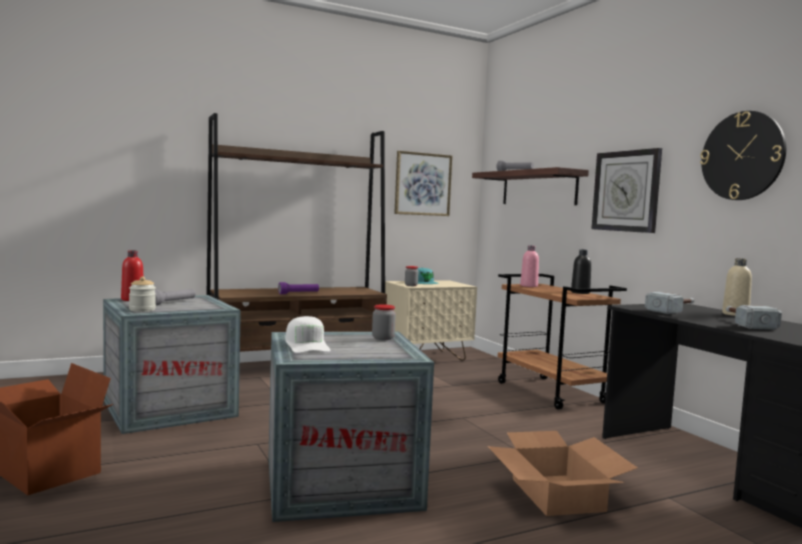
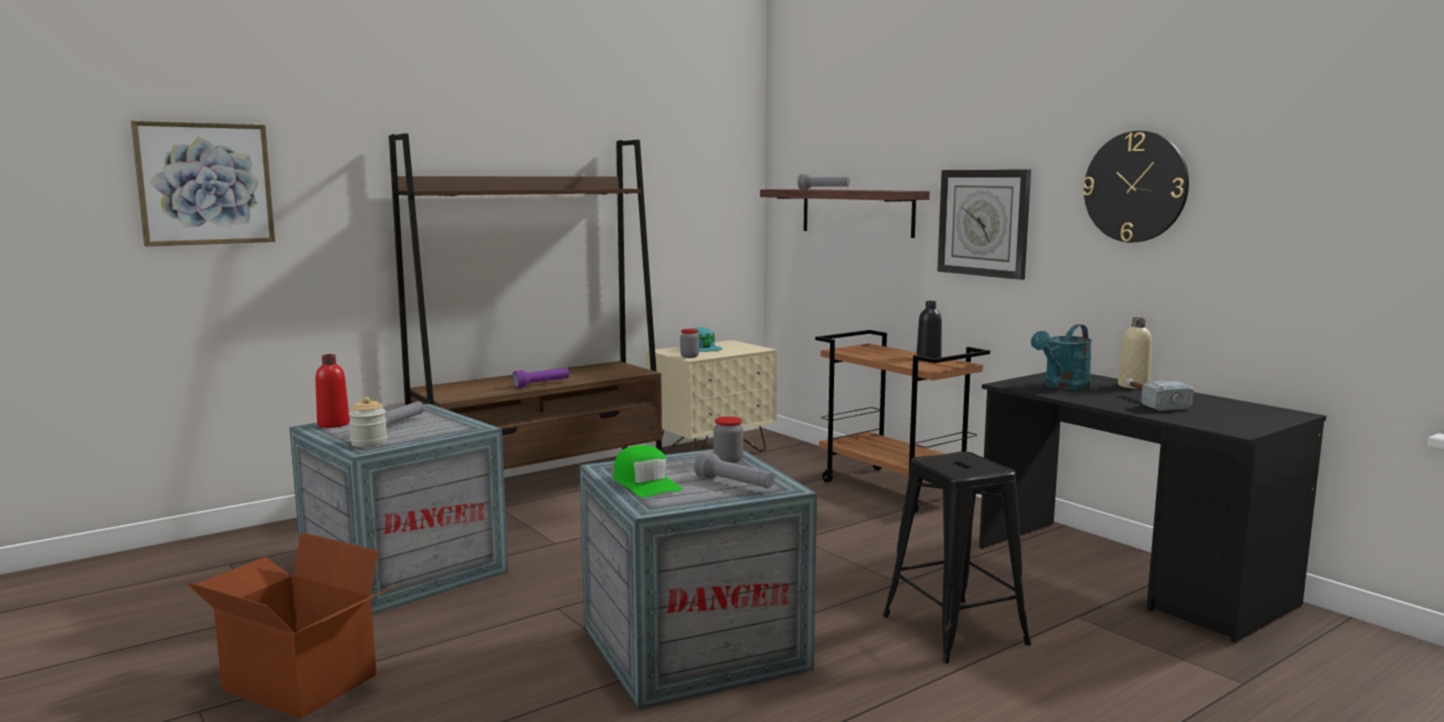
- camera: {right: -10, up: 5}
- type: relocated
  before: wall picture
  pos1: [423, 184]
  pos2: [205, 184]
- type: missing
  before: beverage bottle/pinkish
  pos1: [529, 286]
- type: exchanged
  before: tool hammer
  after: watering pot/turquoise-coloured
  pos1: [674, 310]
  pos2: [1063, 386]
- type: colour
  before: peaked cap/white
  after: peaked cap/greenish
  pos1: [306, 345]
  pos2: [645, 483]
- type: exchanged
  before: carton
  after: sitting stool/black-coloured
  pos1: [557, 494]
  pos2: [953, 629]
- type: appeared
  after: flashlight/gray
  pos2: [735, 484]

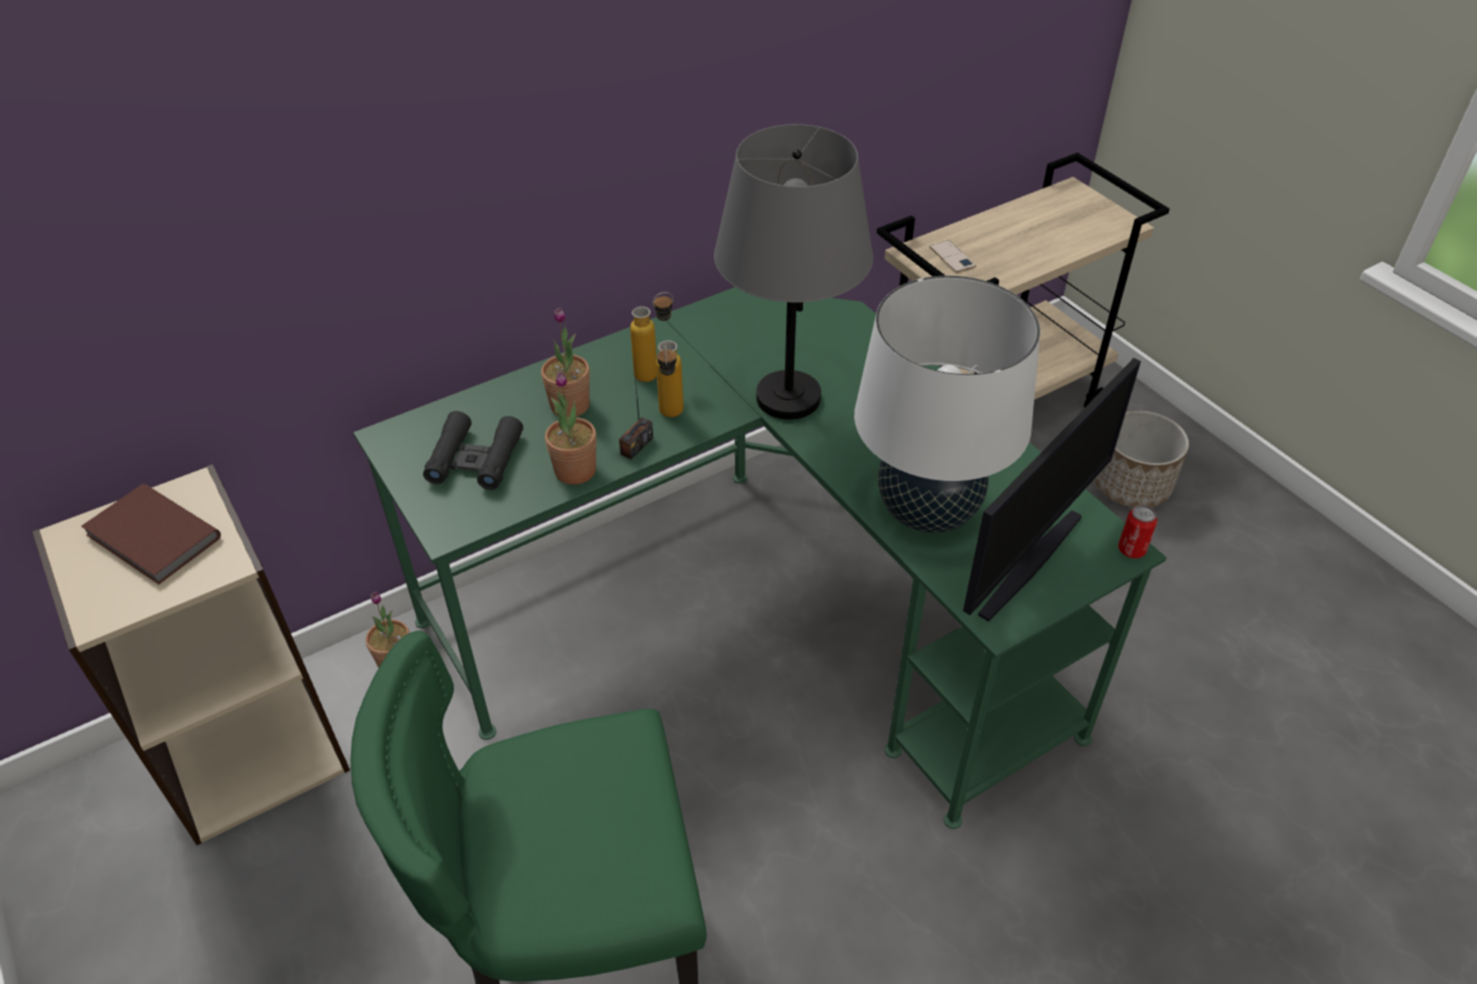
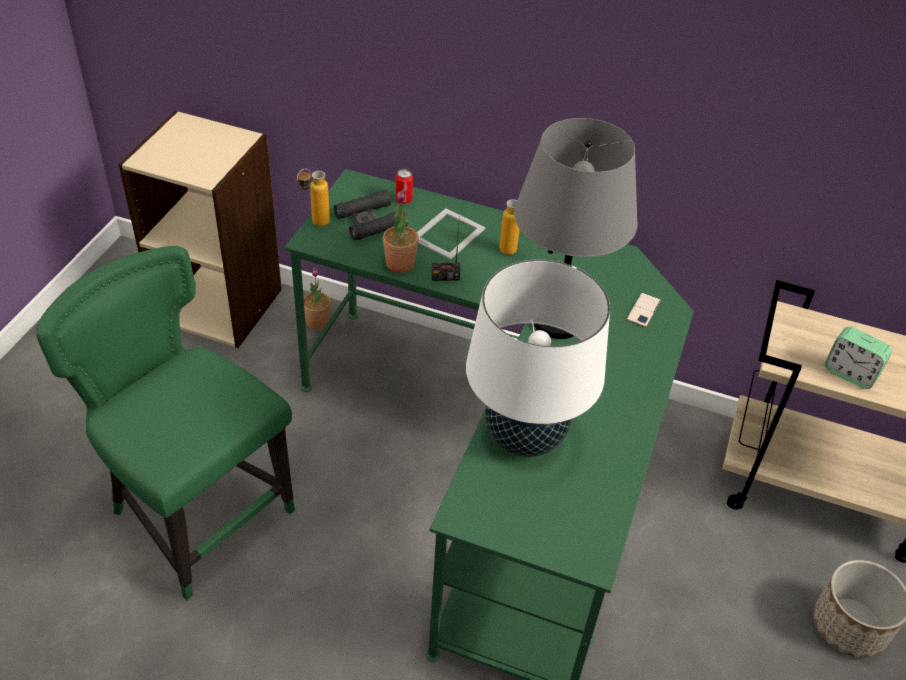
- camera: {right: 50, up: 0}
- type: relocated
  before: phone
  pos1: [952, 257]
  pos2: [643, 310]
- type: exchanged
  before: potted plant
  after: picture frame
  pos1: [570, 405]
  pos2: [449, 233]
- type: relocated
  before: beverage bottle
  pos1: [671, 417]
  pos2: [314, 224]
- type: missing
  before: monitor
  pos1: [1026, 561]
- type: missing
  before: book/brownish
  pos1: [152, 538]
- type: relocated
  before: can
  pos1: [1131, 550]
  pos2: [404, 200]
- type: appeared
  after: bedside clock
  pos2: [850, 373]

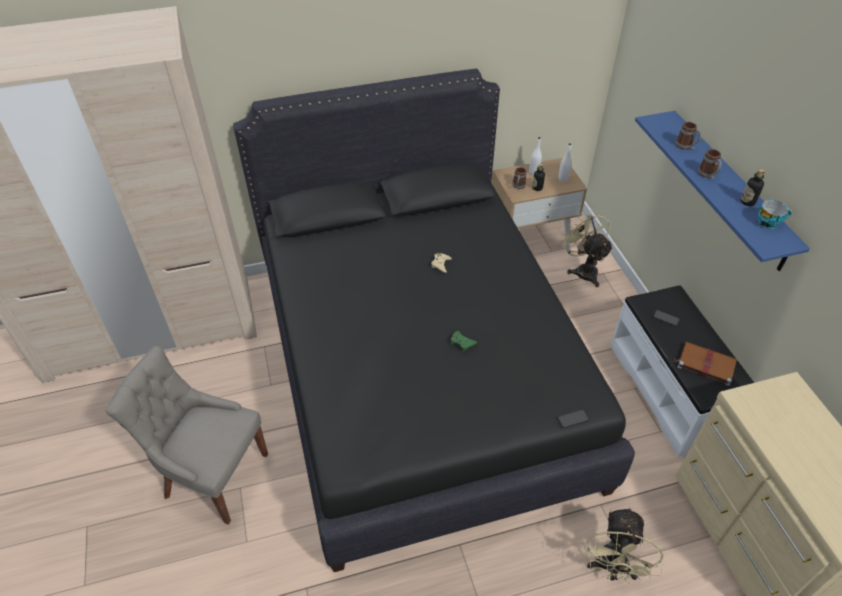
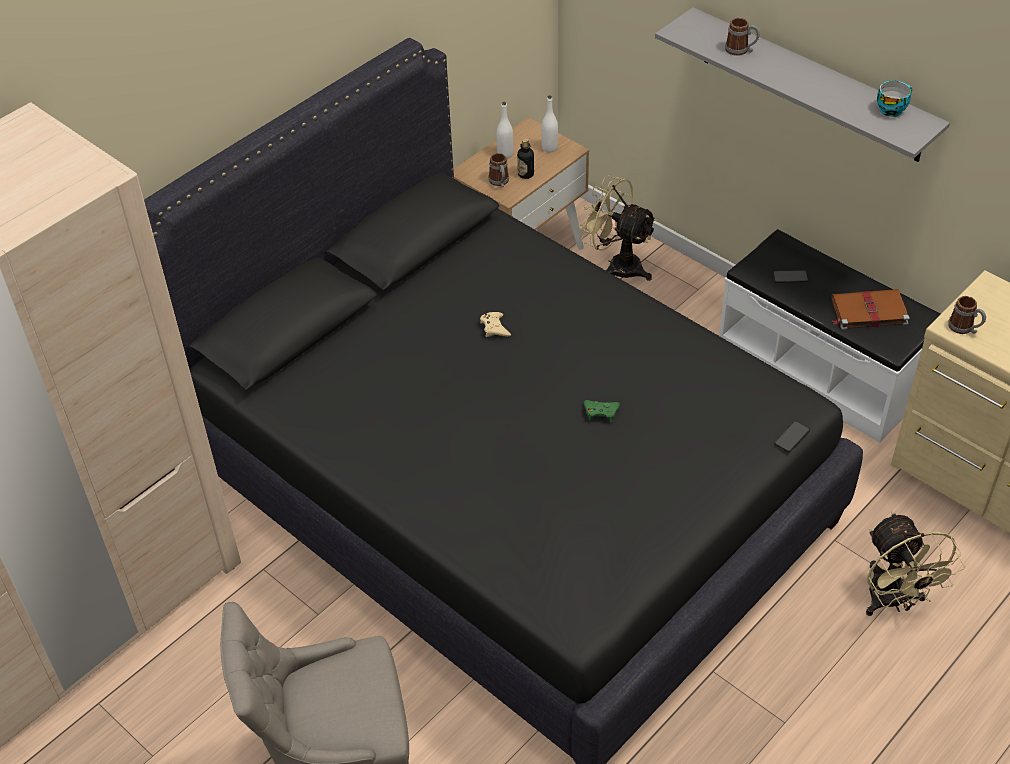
- camera: {right: -30, up: 0}
- type: colour
  before: shelf/blue-coloured
  after: shelf/gray
  pos1: [728, 189]
  pos2: [811, 85]
- type: relocated
  before: coffee mug
  pos1: [708, 175]
  pos2: [964, 328]
- type: missing
  before: beverage bottle
  pos1: [747, 202]

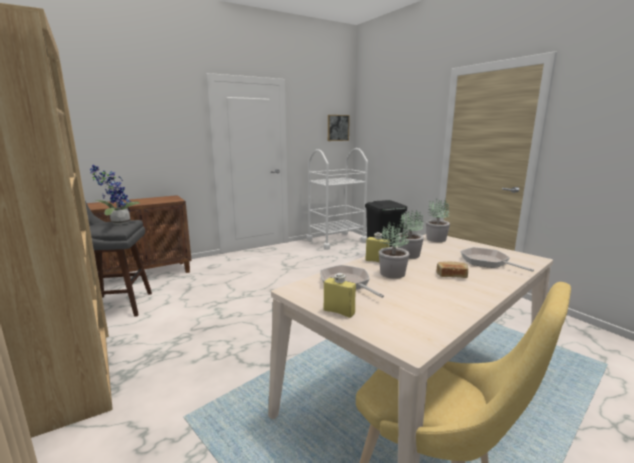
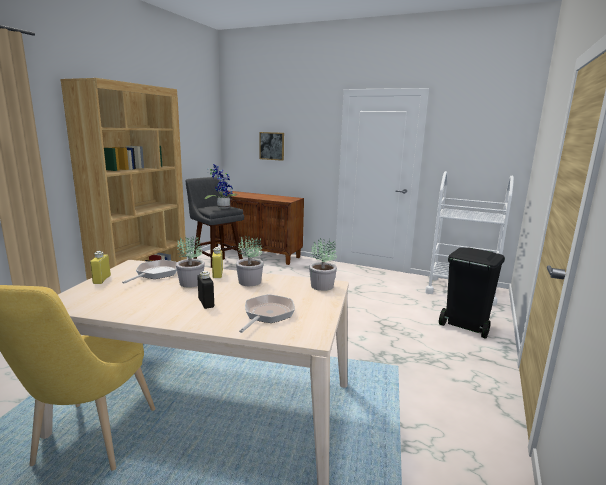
- camera: {right: 55, up: 0}
- type: relocated
  before: wall picture
  pos1: [338, 128]
  pos2: [272, 146]
- type: exchanged
  before: bakery bread
  after: beverage bottle/black-coloured
  pos1: [451, 276]
  pos2: [206, 303]

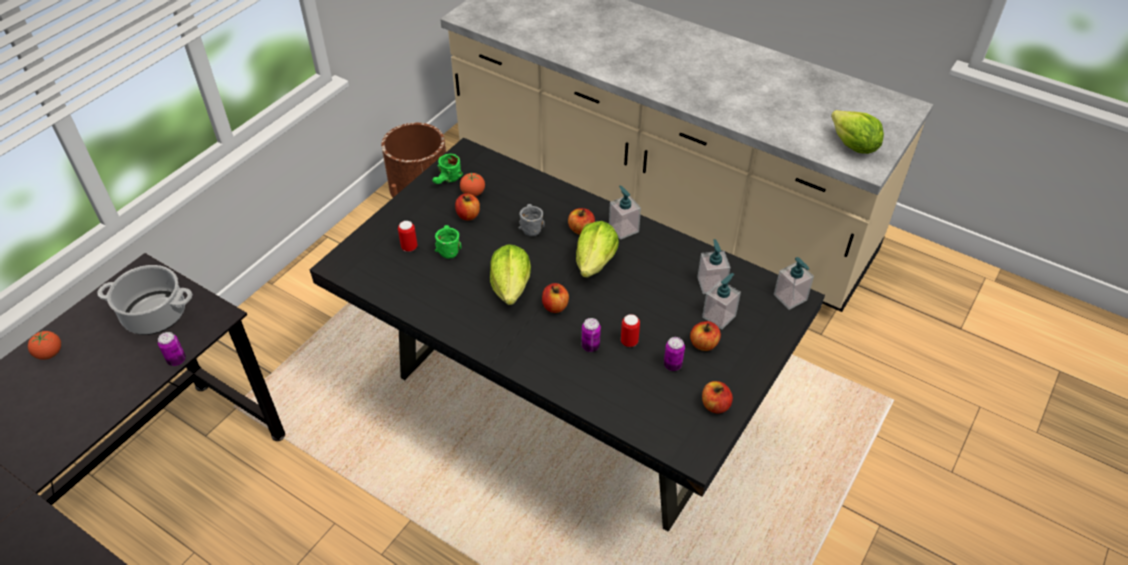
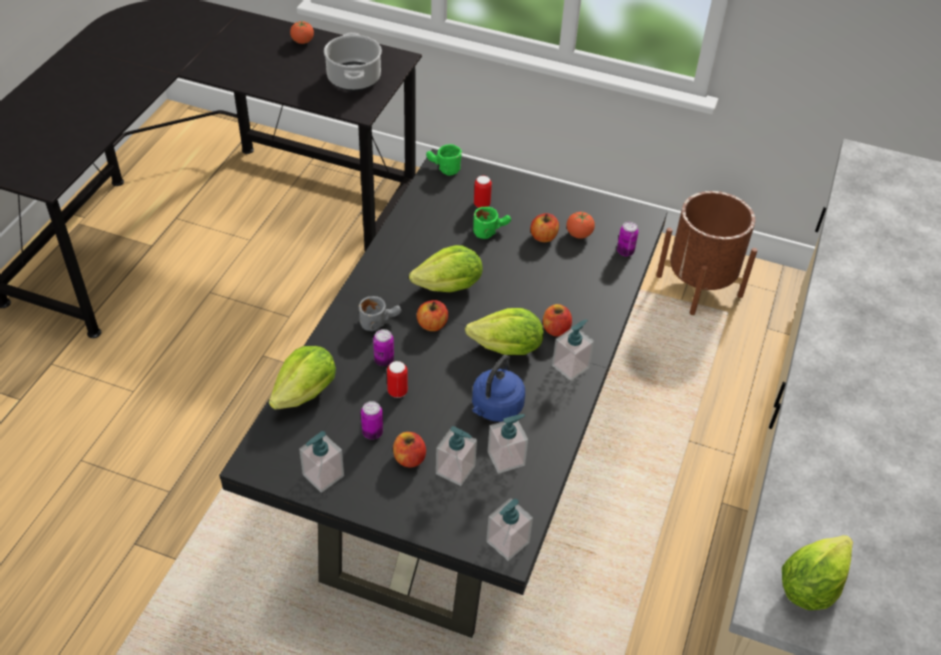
- camera: {right: 75, up: 0}
- type: relocated
  before: coffee mug/greenish
  pos1: [447, 181]
  pos2: [442, 169]
- type: relocated
  before: coffee mug/gray
  pos1: [529, 226]
  pos2: [379, 321]
- type: relocated
  before: can
  pos1: [176, 360]
  pos2: [625, 251]
- type: exchanged
  before: whole apple
  after: liquid soap bottle
  pos1: [715, 405]
  pos2: [323, 475]
- type: appeared
  after: lettuce
  pos2: [306, 393]
- type: appeared
  after: water kettle/blue-coloured
  pos2: [495, 408]

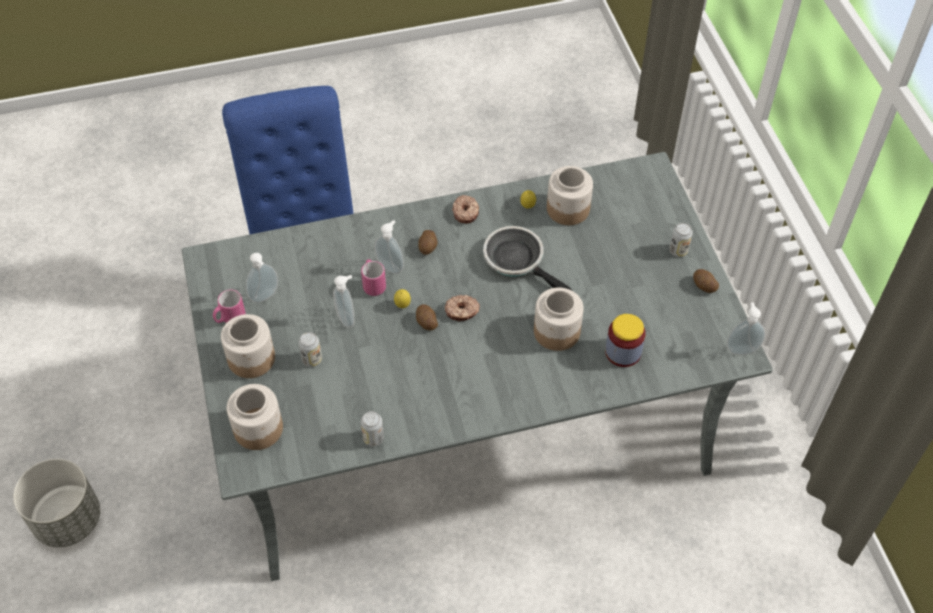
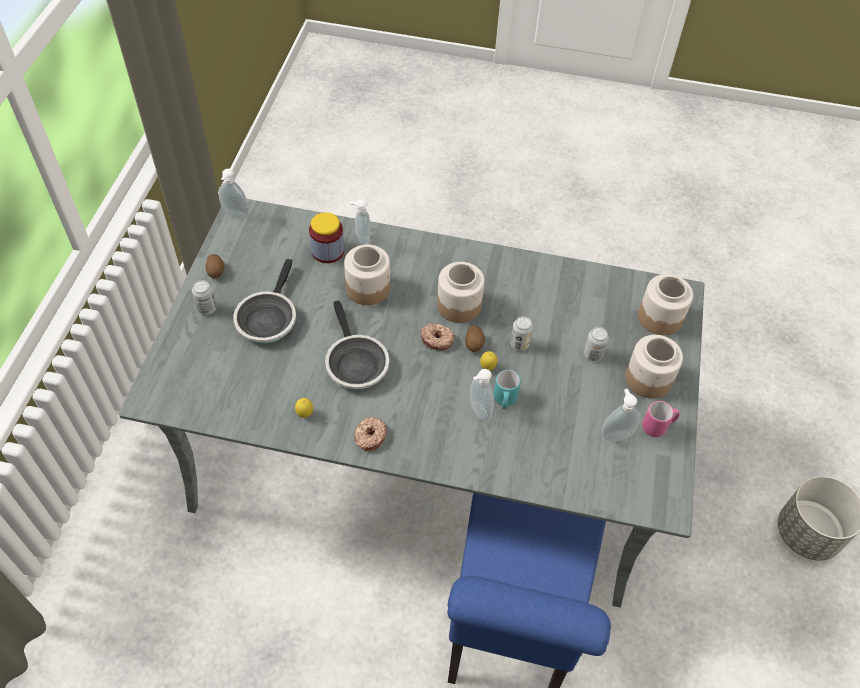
- camera: {right: -155, up: 0}
- type: relocated
  before: storage jar
  pos1: [568, 209]
  pos2: [459, 305]
- type: missing
  before: spud
  pos1: [428, 247]
- type: colour
  before: coffee mug/pinkish
  after: coffee mug/turquoise-coloured
  pos1: [373, 284]
  pos2: [504, 400]
- type: relocated
  before: liquid soap bottle
  pos1: [347, 318]
  pos2: [361, 244]
- type: relocated
  before: can
  pos1: [373, 438]
  pos2: [519, 344]
- type: appeared
  after: frying pan
  pos2: [267, 318]

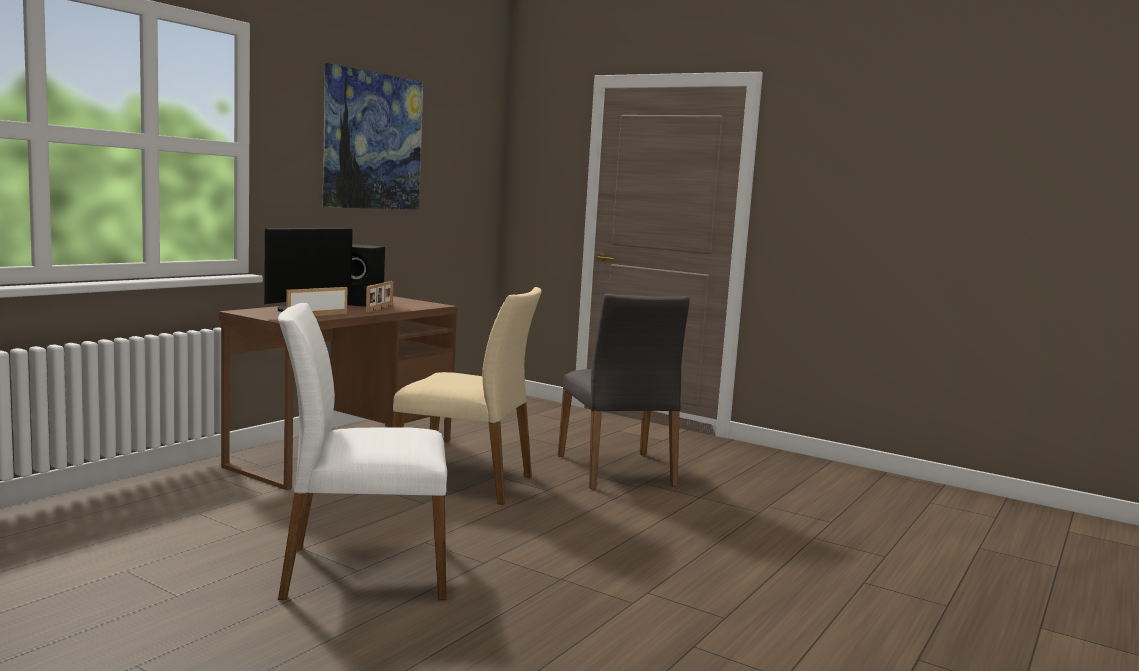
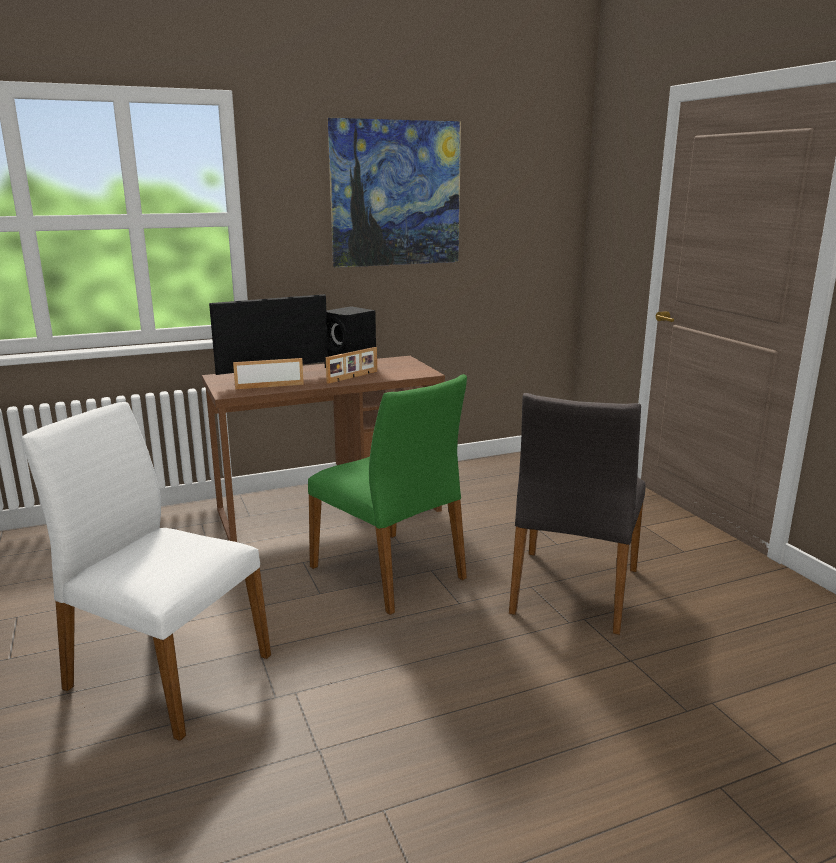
- camera: {right: 35, up: 10}
- type: colour
  before: upright chair/beige
  after: upright chair/greenish
  pos1: [465, 482]
  pos2: [390, 572]

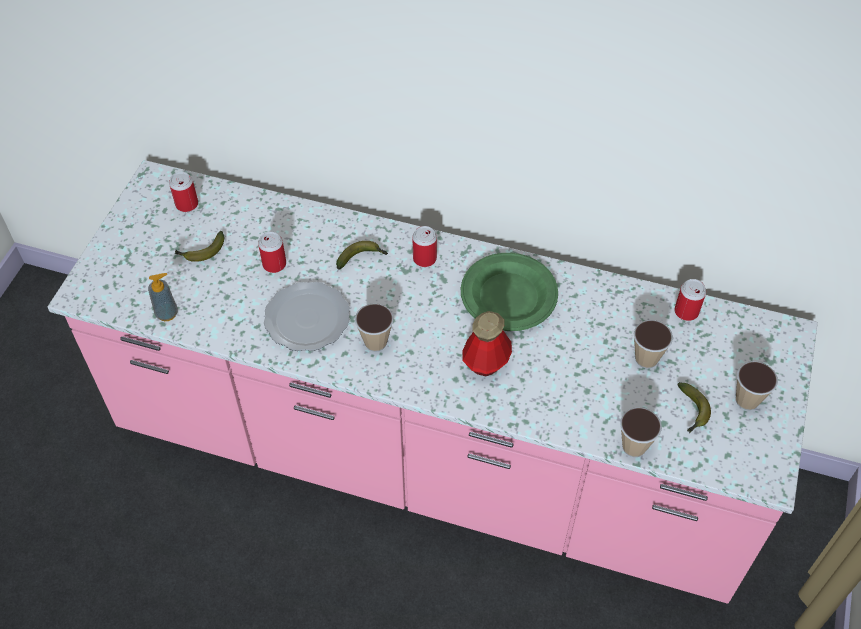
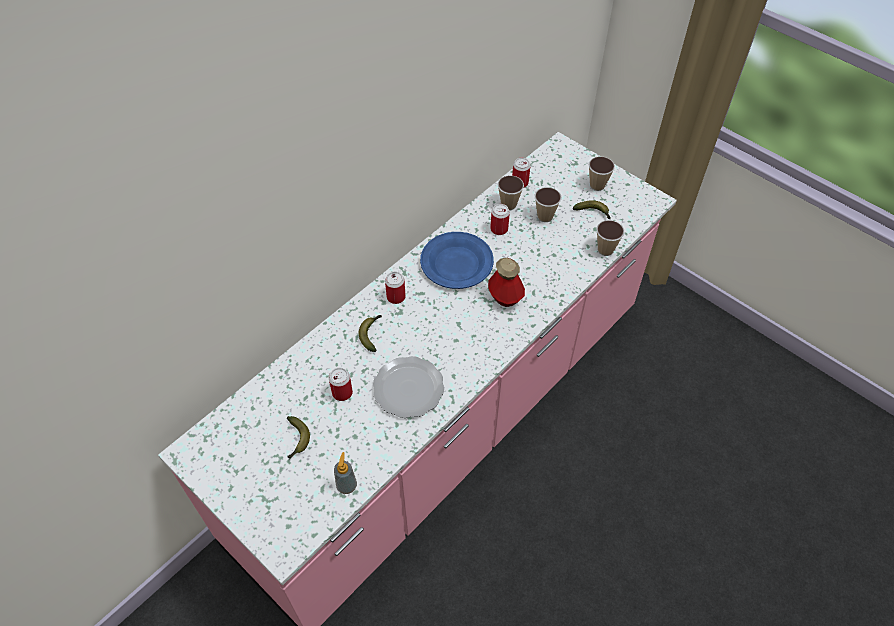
- camera: {right: -65, up: 0}
- type: relocated
  before: can
  pos1: [187, 204]
  pos2: [499, 229]
- type: colour
  before: plate/greenish
  after: plate/blue-coloured
  pos1: [508, 295]
  pos2: [456, 263]
- type: relocated
  before: small cup
  pos1: [375, 342]
  pos2: [508, 204]

